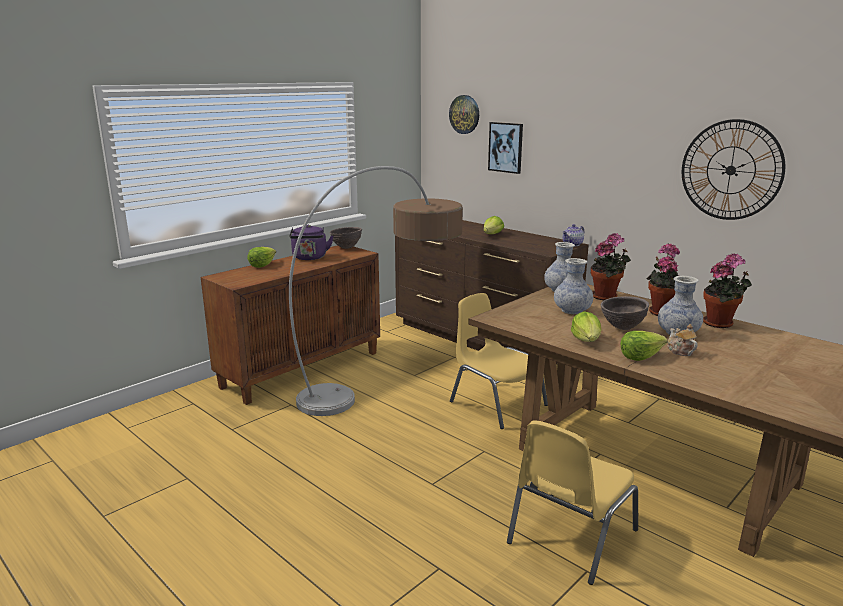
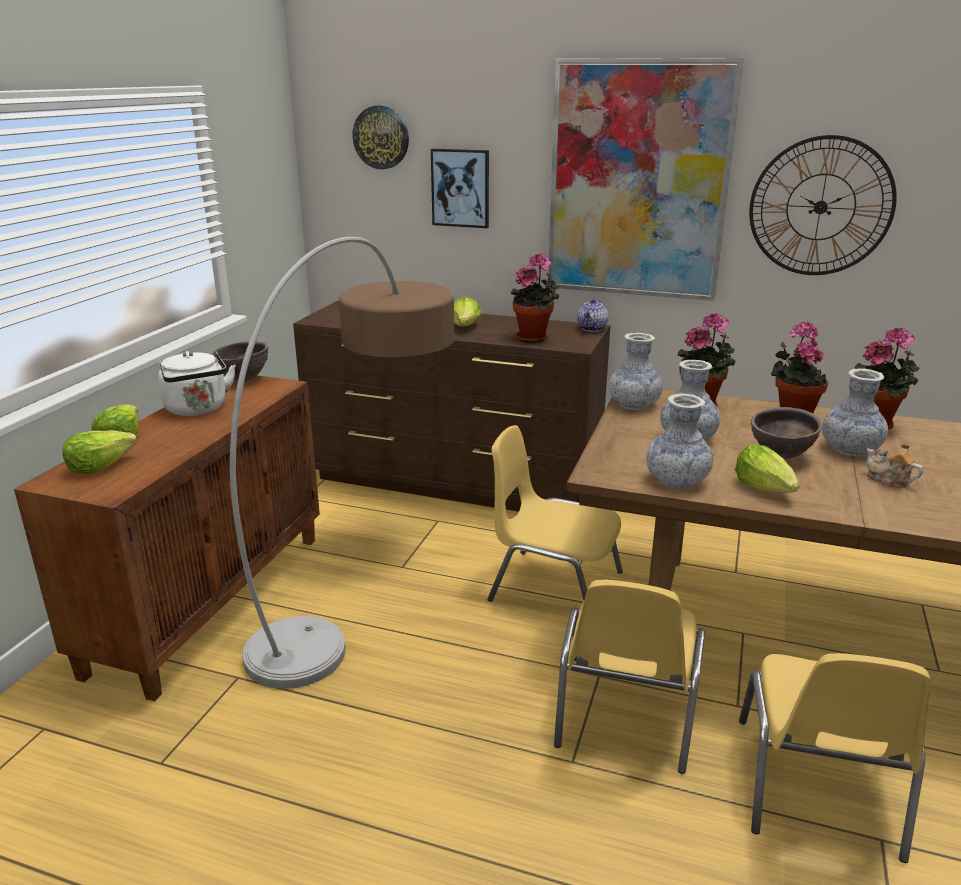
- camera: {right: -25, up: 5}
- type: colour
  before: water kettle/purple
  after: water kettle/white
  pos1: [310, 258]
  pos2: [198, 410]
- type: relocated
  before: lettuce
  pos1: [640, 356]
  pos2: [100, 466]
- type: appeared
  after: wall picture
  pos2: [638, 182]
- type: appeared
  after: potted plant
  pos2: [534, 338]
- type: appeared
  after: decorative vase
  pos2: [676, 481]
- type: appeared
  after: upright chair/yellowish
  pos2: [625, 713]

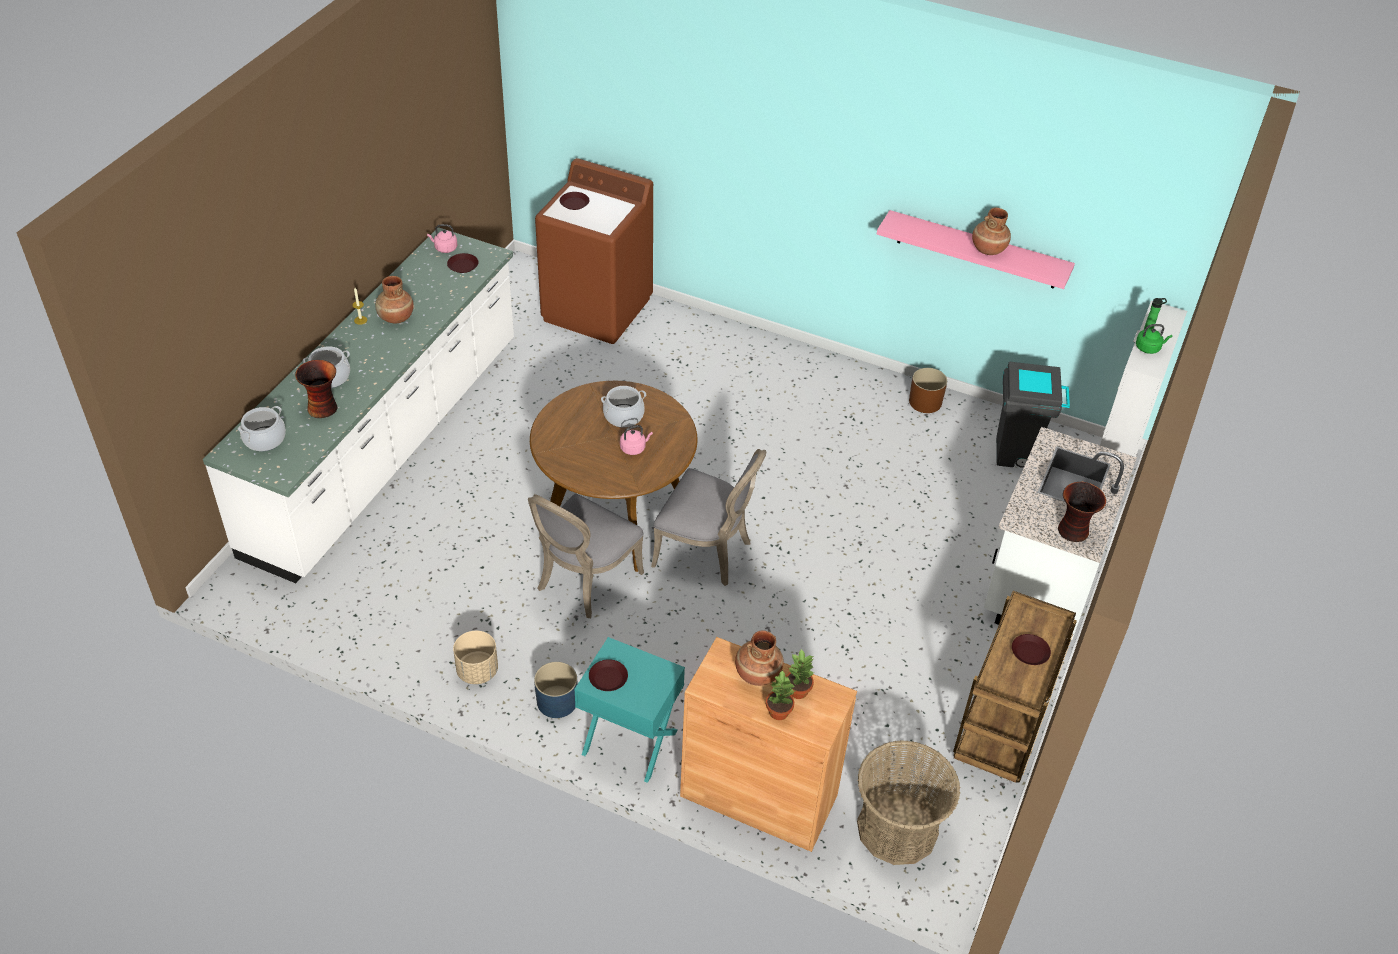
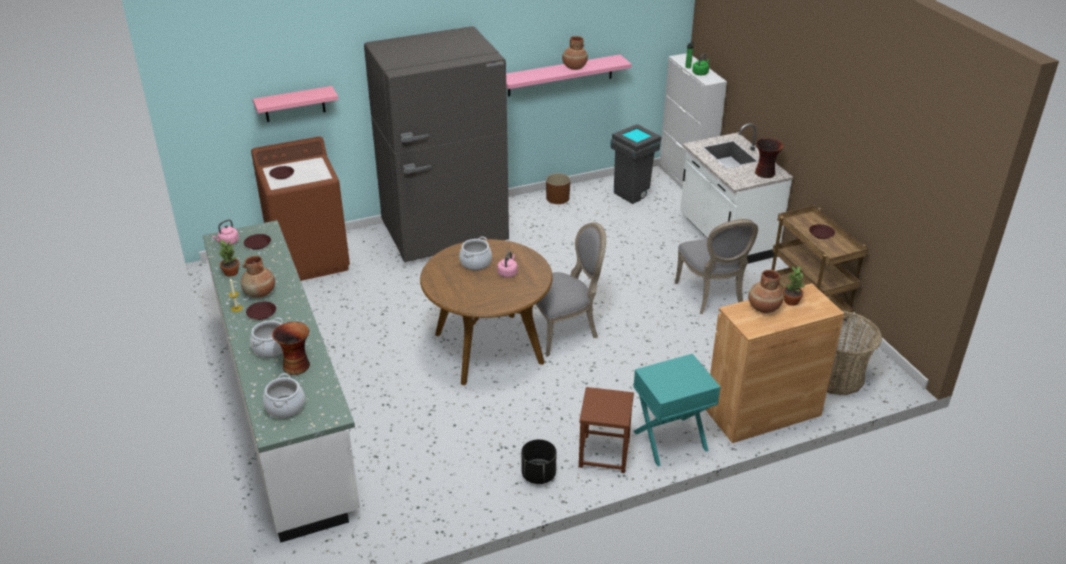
- camera: {right: -45, up: -10}
- type: relocated
  before: upright chair/gray
  pos1: [584, 581]
  pos2: [713, 296]
- type: colour
  before: planter/beige
  after: planter/black-coloured
  pos1: [477, 671]
  pos2: [538, 475]
- type: relocated
  before: plate/brownish
  pos1: [608, 678]
  pos2: [261, 313]
- type: exchanged
  before: planter/blue-coloured
  after: sitting stool/brownish
  pos1: [557, 702]
  pos2: [604, 453]
- type: relocated
  before: potted plant
  pos1: [778, 711]
  pos2: [230, 272]
- type: appeared
  after: kitchen fridge/gray
  pos2: [445, 235]
- type: appeared
  after: shelf/pinkish
  pos2: [294, 104]

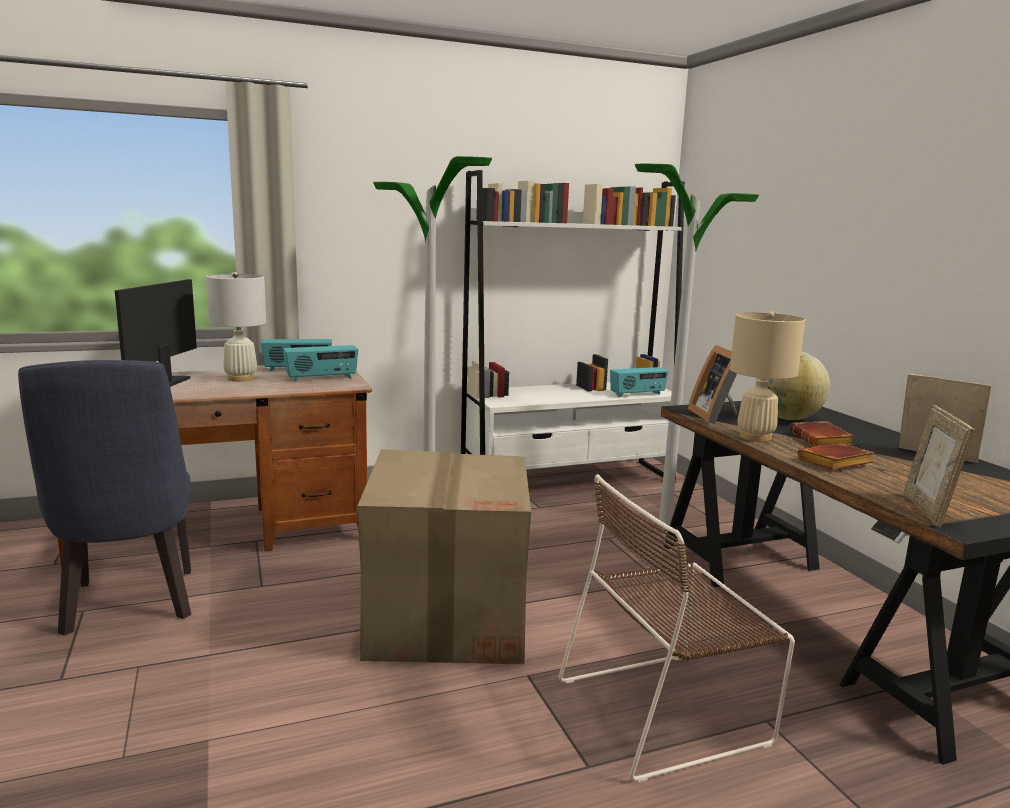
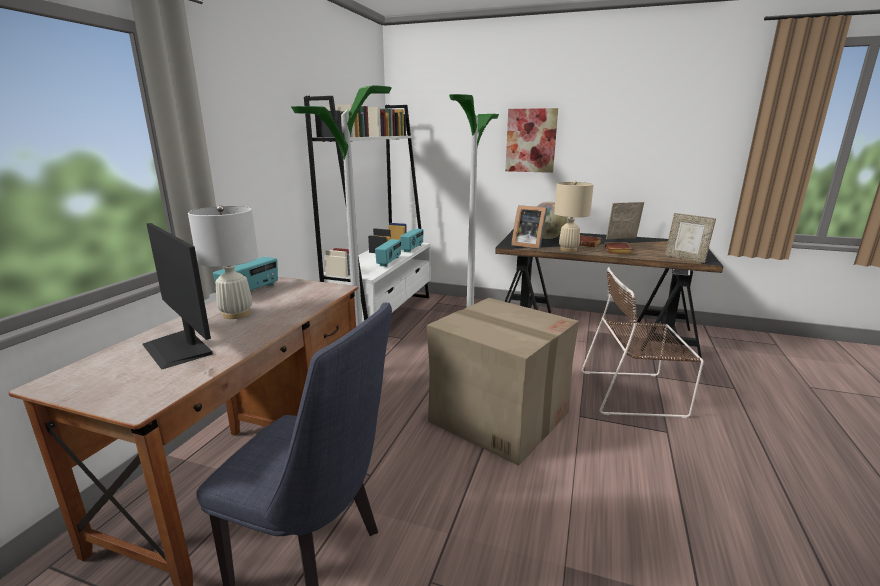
- camera: {right: -50, up: 5}
- type: relocated
  before: radio set
  pos1: [322, 378]
  pos2: [389, 262]
- type: spun
  before: upright chair/brownish
  pos1: [668, 710]
  pos2: [635, 393]
  turn: 75
- type: appeared
  after: wall picture
  pos2: [531, 140]

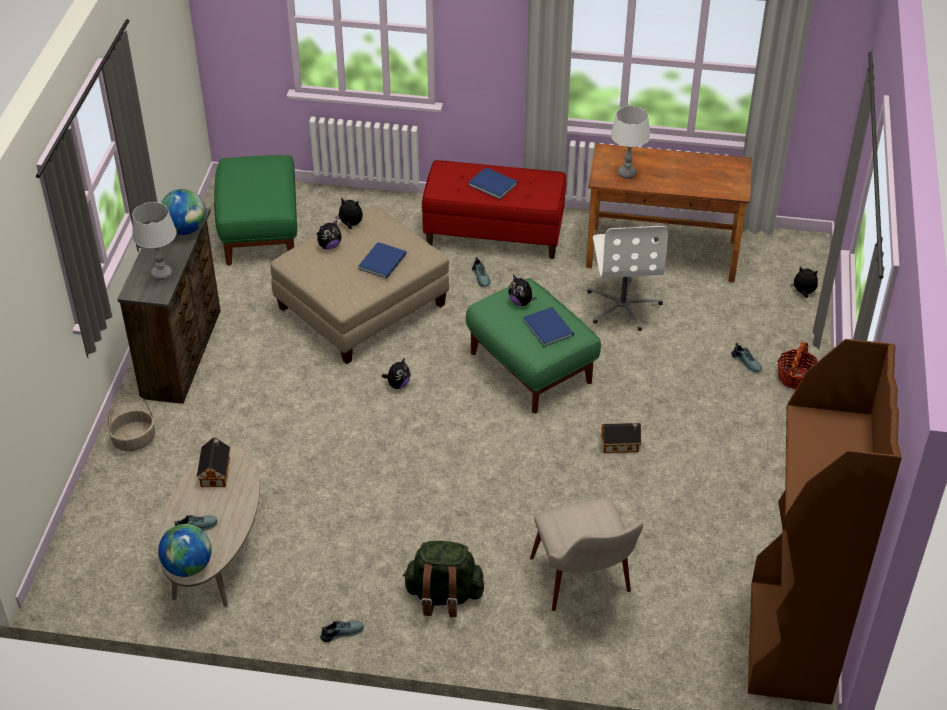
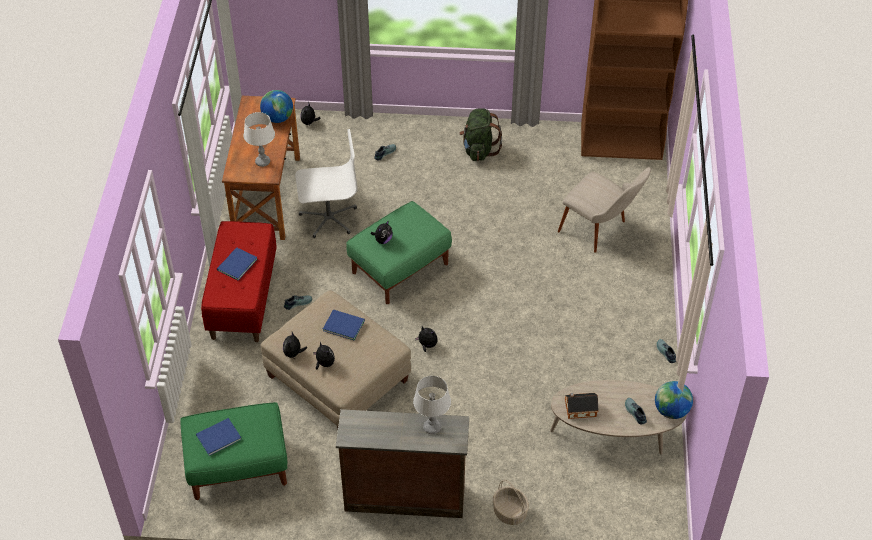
- camera: {right: -95, up: 5}
- type: relocated
  before: desk globe
  pos1: [185, 229]
  pos2: [277, 118]
- type: relocated
  before: book/blue-coloured
  pos1: [548, 326]
  pos2: [217, 437]
- type: missing
  before: storage basket
  pos1: [795, 377]
- type: missing
  before: model house
  pos1: [621, 444]
- type: spun
  before: upright chair/beige
  pos1: [586, 588]
  pos2: [601, 231]
  turn: 60
- type: relocated
  before: knapsack/greenish
  pos1: [444, 596]
  pos2: [479, 150]

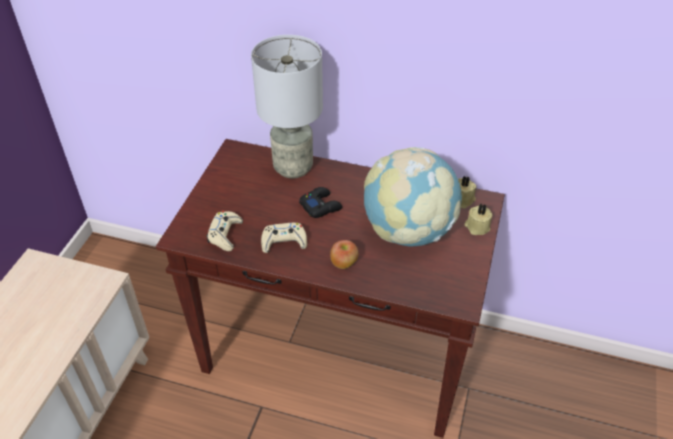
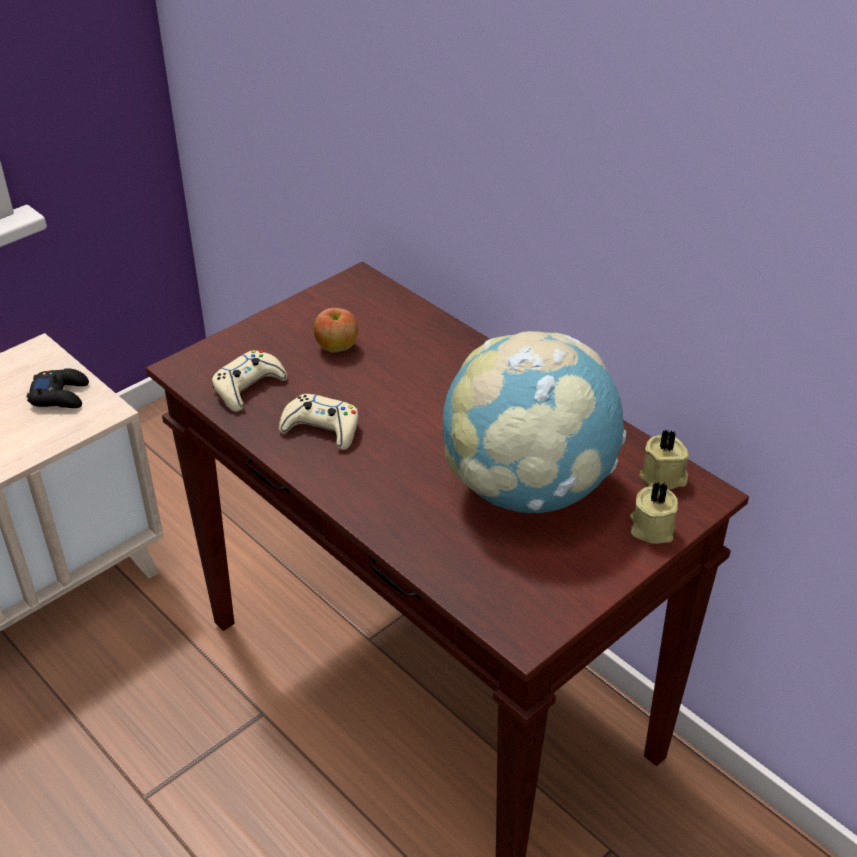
- camera: {right: 30, up: -5}
- type: missing
  before: tabletop lamp/gray
  pos1: [293, 168]
- type: relocated
  before: game controller/black-coloured
  pos1: [320, 206]
  pos2: [60, 395]
- type: relocated
  before: whole apple
  pos1: [344, 264]
  pos2: [337, 348]

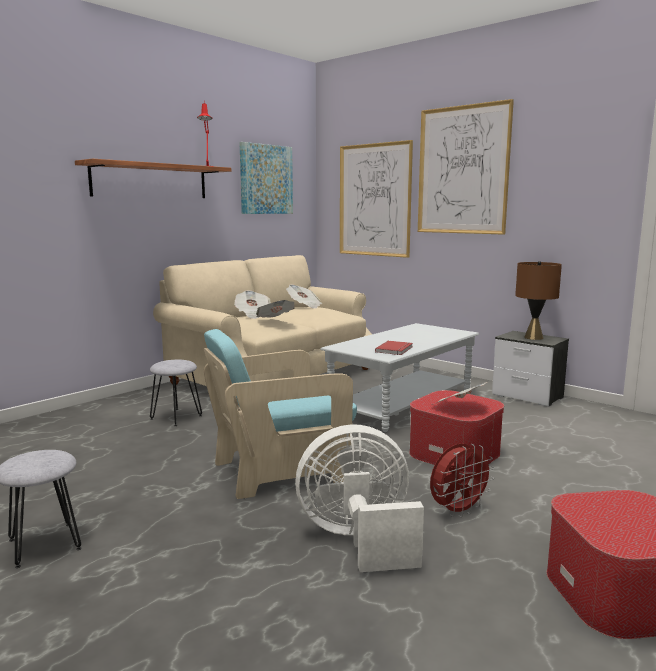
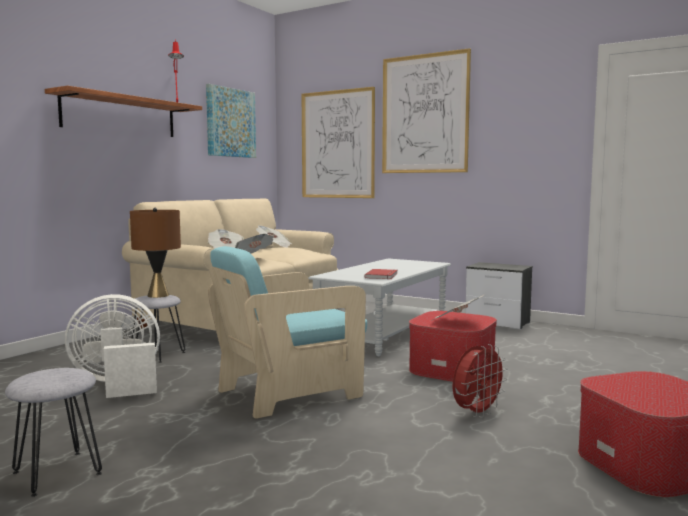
- camera: {right: -10, up: -5}
- type: relocated
  before: tabletop lamp/brownish
  pos1: [533, 337]
  pos2: [158, 295]
- type: relocated
  before: cooling fan/white
  pos1: [358, 540]
  pos2: [118, 384]

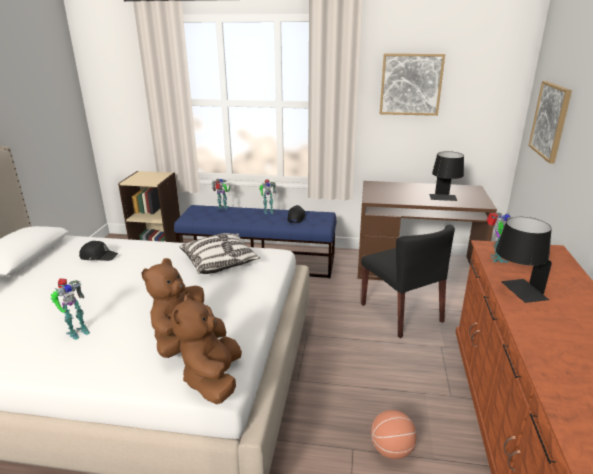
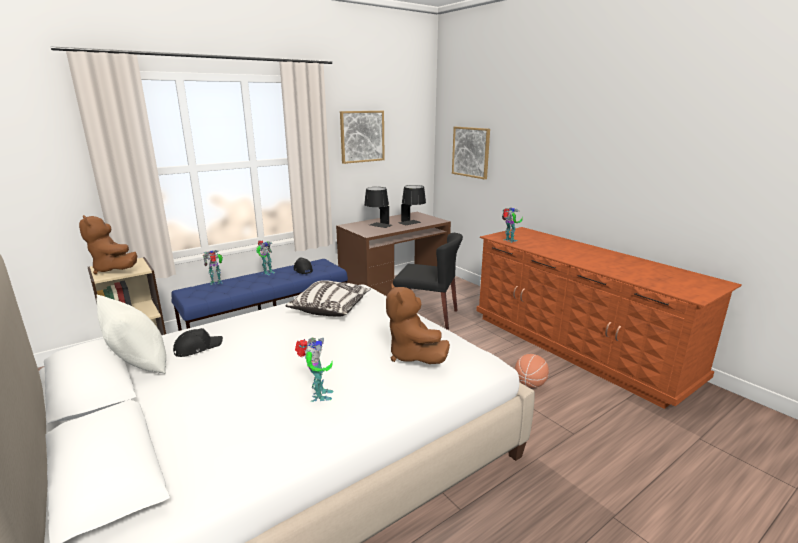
- camera: {right: -45, up: -5}
- type: relocated
  before: tabletop lamp/black-coloured
  pos1: [516, 291]
  pos2: [378, 226]
- type: relocated
  before: soft toy/brownish
  pos1: [213, 379]
  pos2: [114, 270]
- type: appeared
  after: throw pillow/white
  pos2: [139, 363]

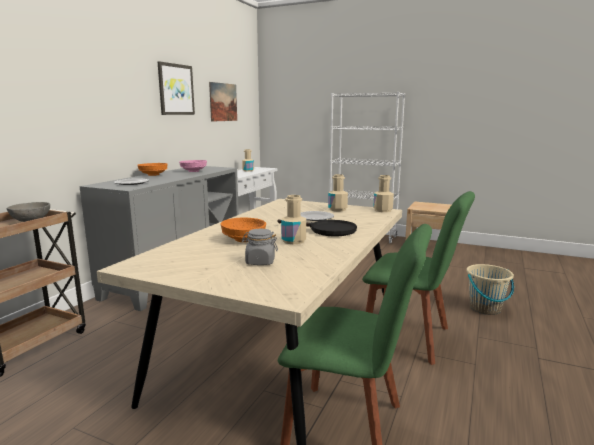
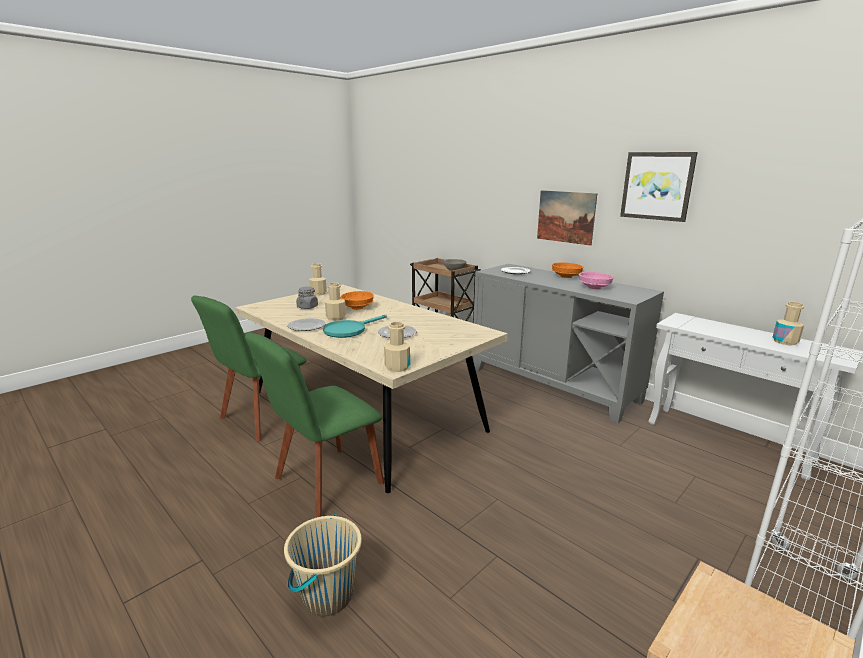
- camera: {right: 110, up: 5}
- type: relocated
  before: wall picture
  pos1: [223, 102]
  pos2: [565, 217]
- type: relocated
  before: beverage bottle/beige
  pos1: [337, 209]
  pos2: [318, 293]
- type: colour
  before: frying pan/black-coloured
  after: frying pan/turquoise-coloured
  pos1: [326, 230]
  pos2: [349, 330]
- type: appeared
  after: plate
  pos2: [306, 326]

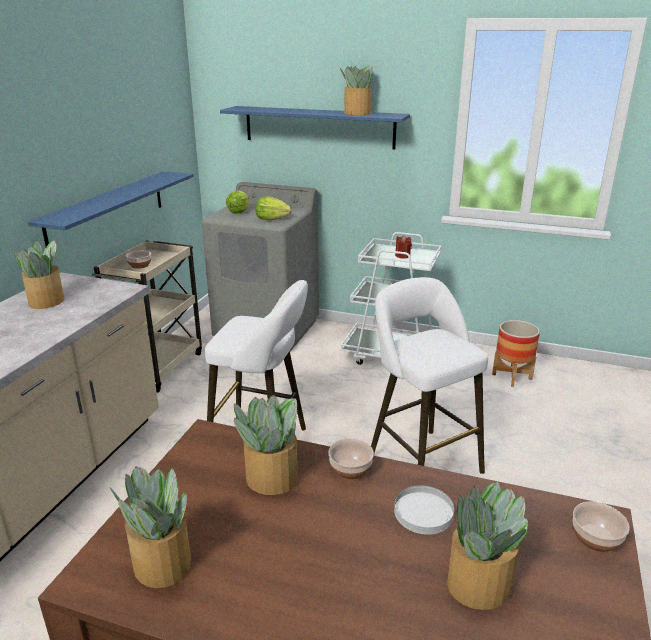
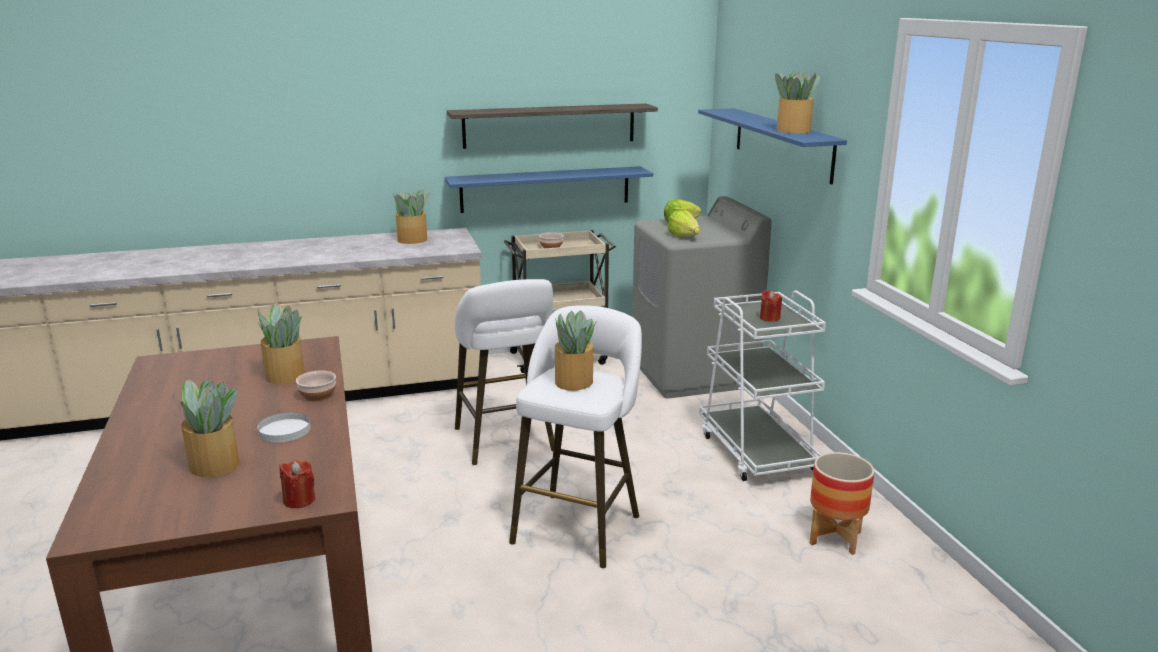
- camera: {right: 55, up: -5}
- type: relocated
  before: potted plant
  pos1: [162, 564]
  pos2: [573, 382]
- type: exchanged
  before: bowl
  after: wax light/red
  pos1: [596, 539]
  pos2: [299, 500]
- type: appeared
  after: shelf
  pos2: [549, 125]

